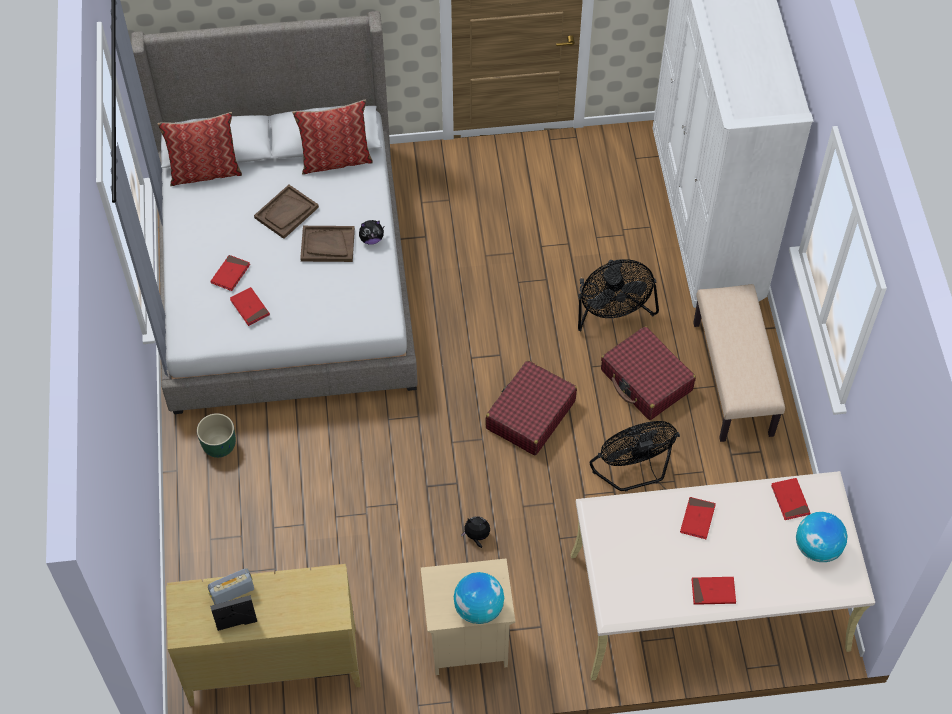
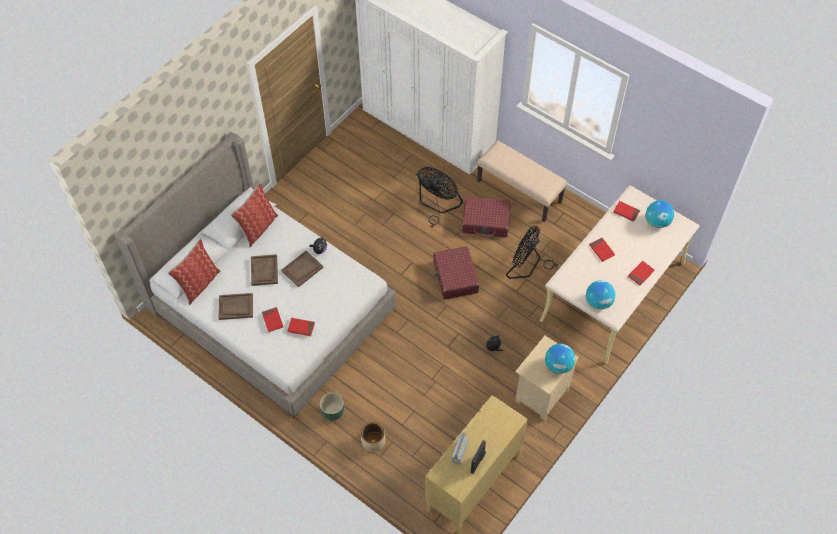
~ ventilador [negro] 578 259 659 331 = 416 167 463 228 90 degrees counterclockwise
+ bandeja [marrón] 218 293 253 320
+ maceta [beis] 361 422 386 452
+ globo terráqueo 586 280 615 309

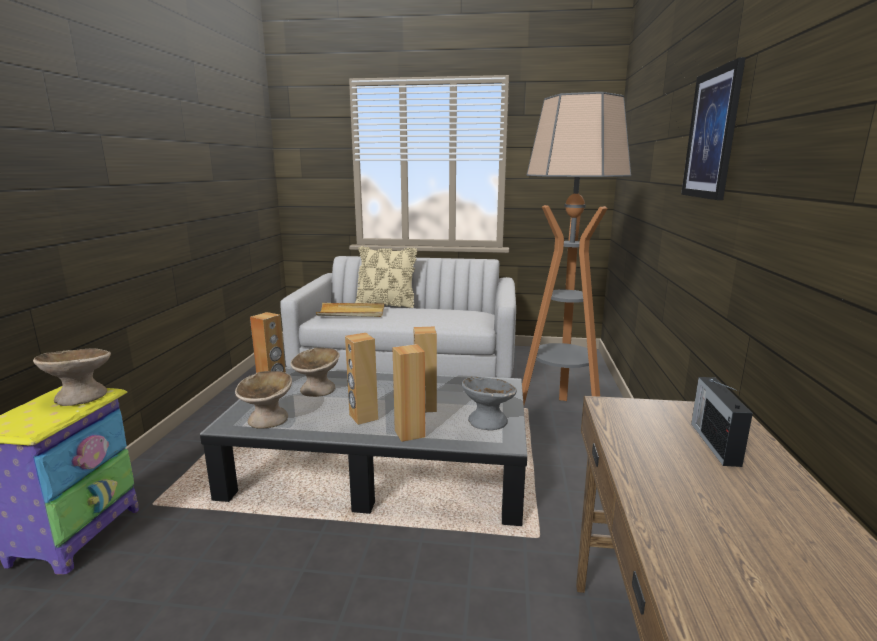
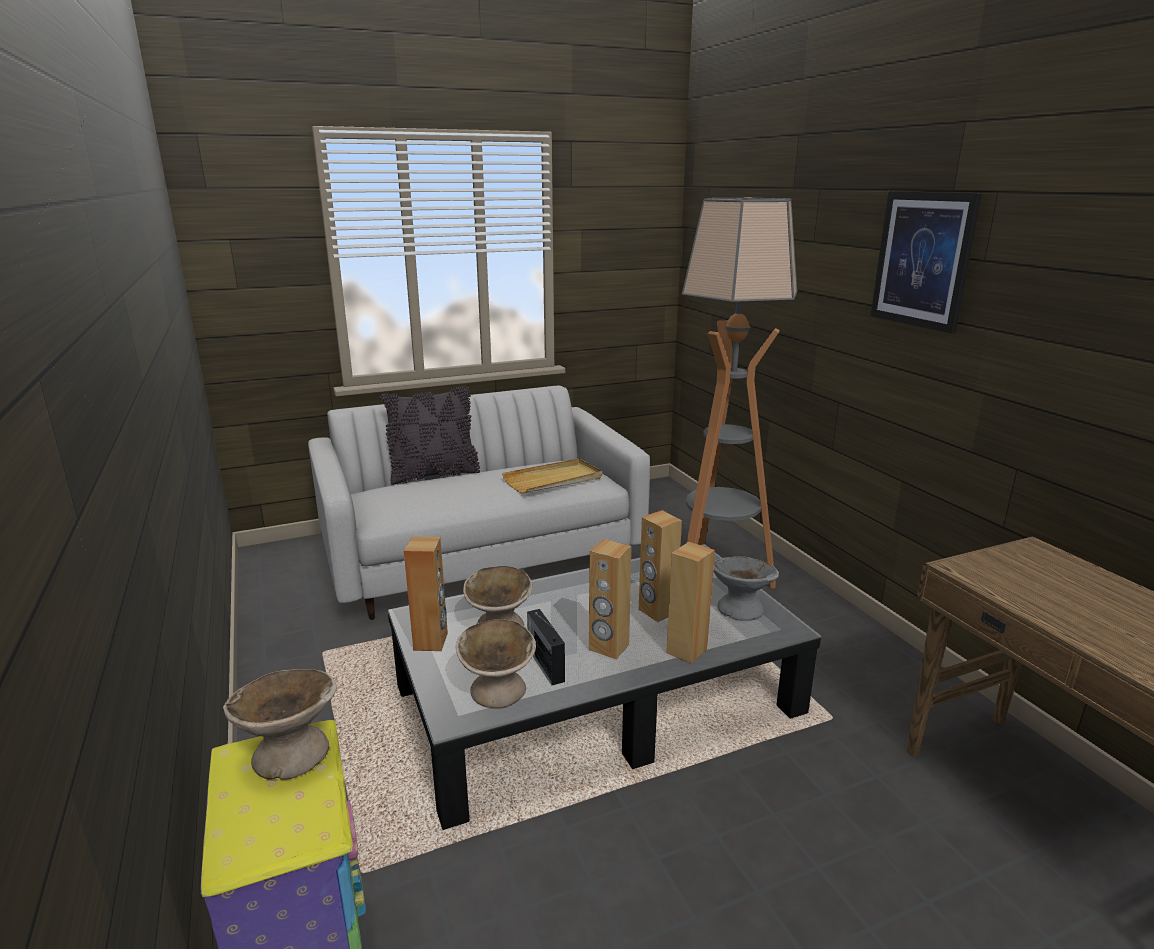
~ bandeja [beis] 316 303 384 317 to 502 459 602 494
~ cojín [beis] 355 246 417 308 to cojín [negro] 380 386 480 485
~ radio 691 377 753 467 to 527 609 565 685

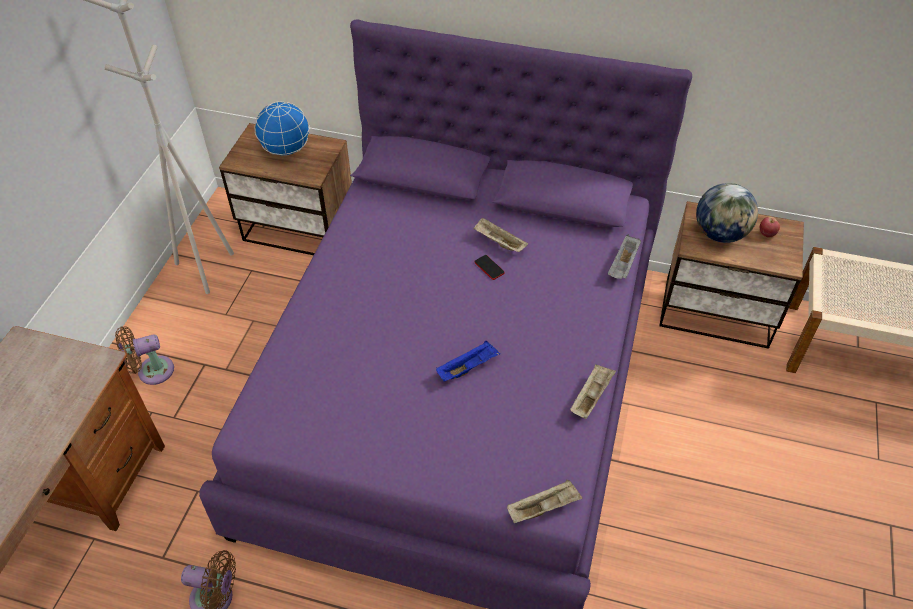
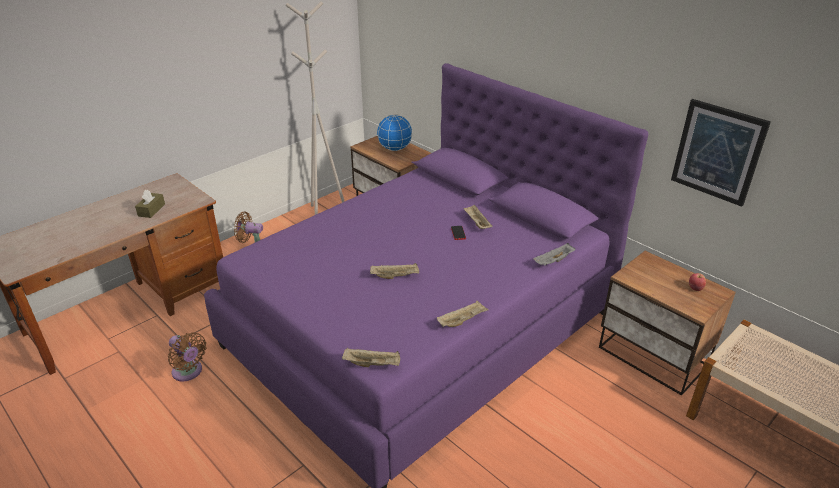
~ bandeja [azul] 436 341 500 382 to bandeja [beis] 370 263 419 279
- globo terráqueo 696 183 758 243
+ caja de pañuelos [marrón] 135 190 165 218
+ cuadro 671 99 771 207

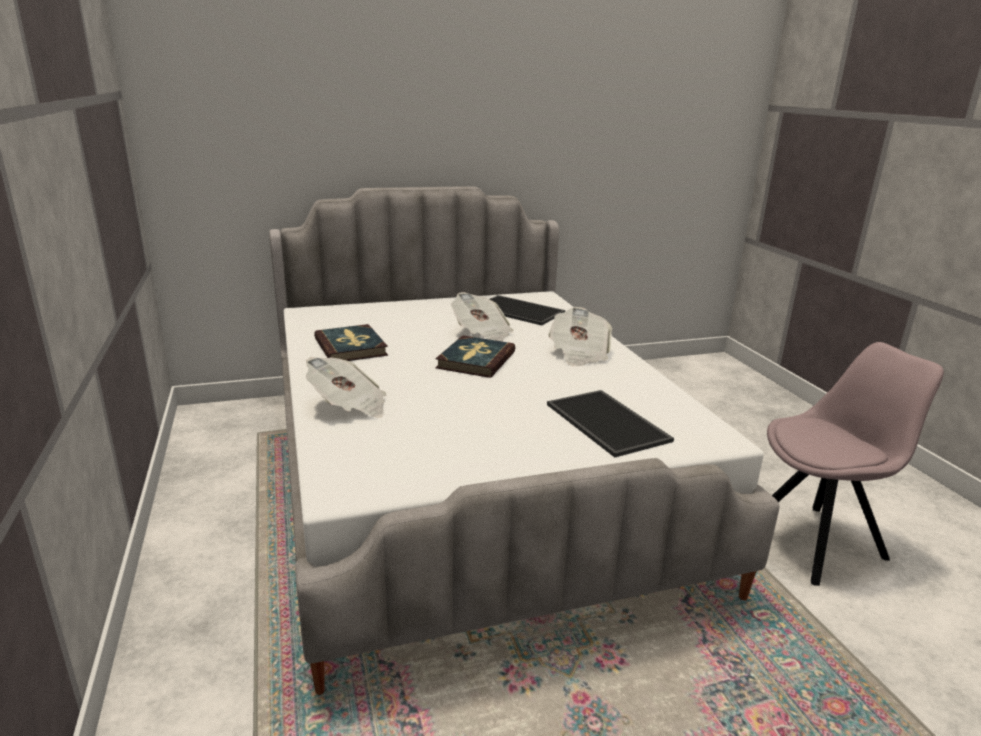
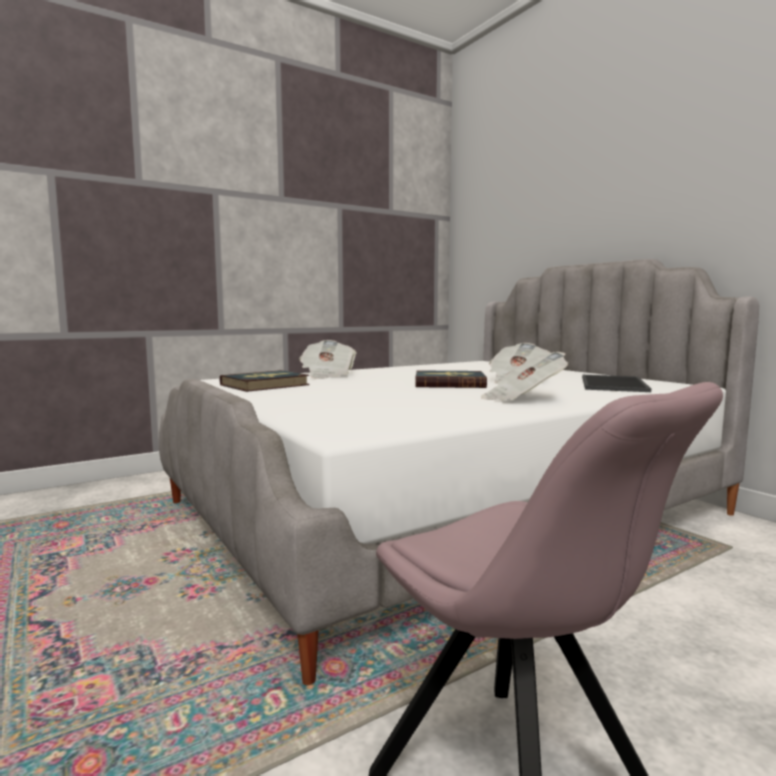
~ libro 314 324 388 361 to 220 370 309 392
- bandeja 547 390 674 457

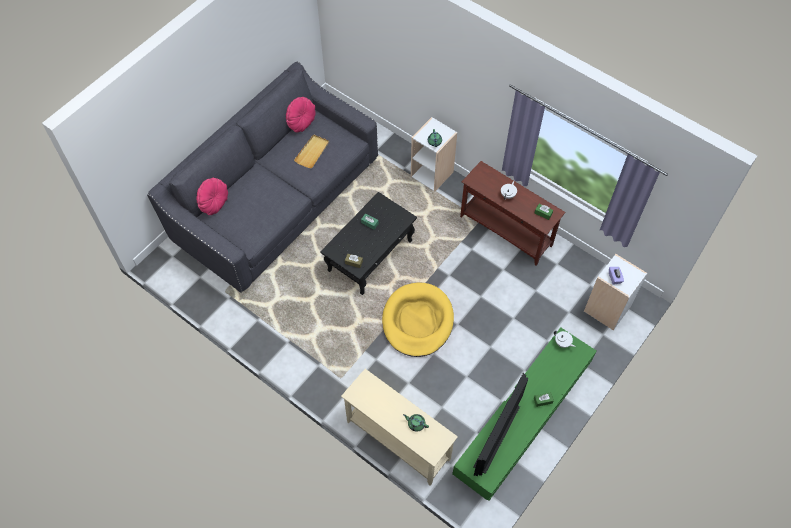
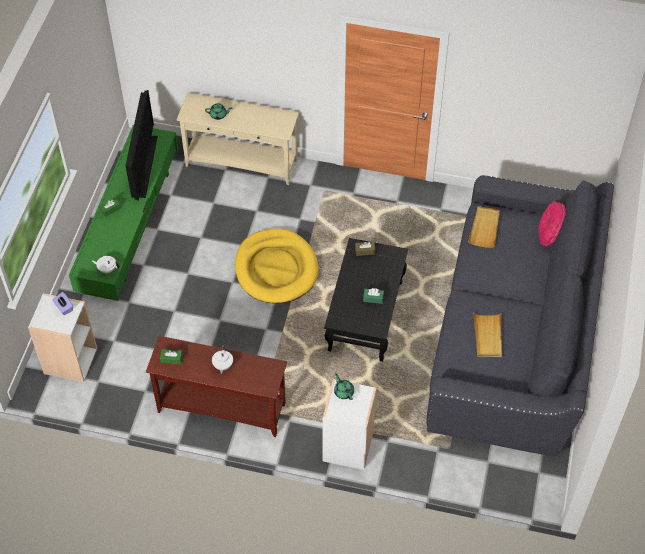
- cojín [rosa] 286 97 316 133
+ bandeja [beis] 468 206 500 248

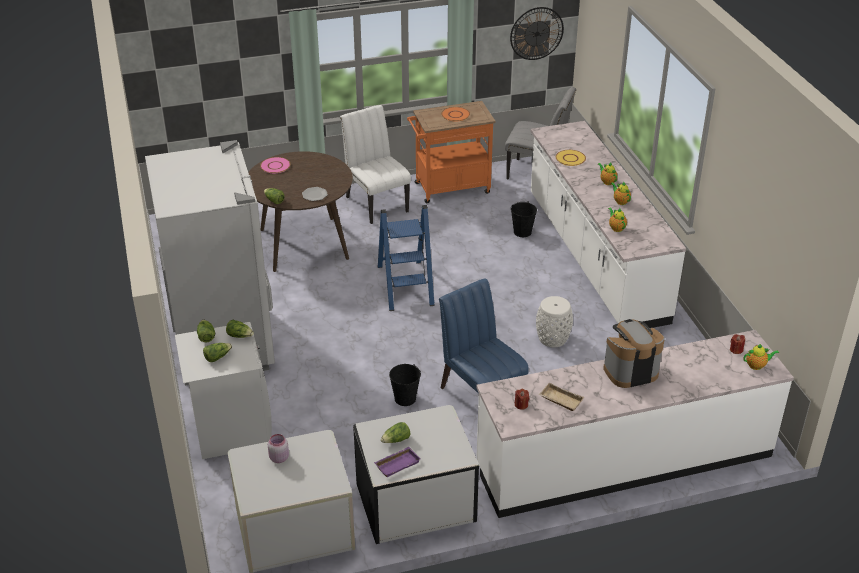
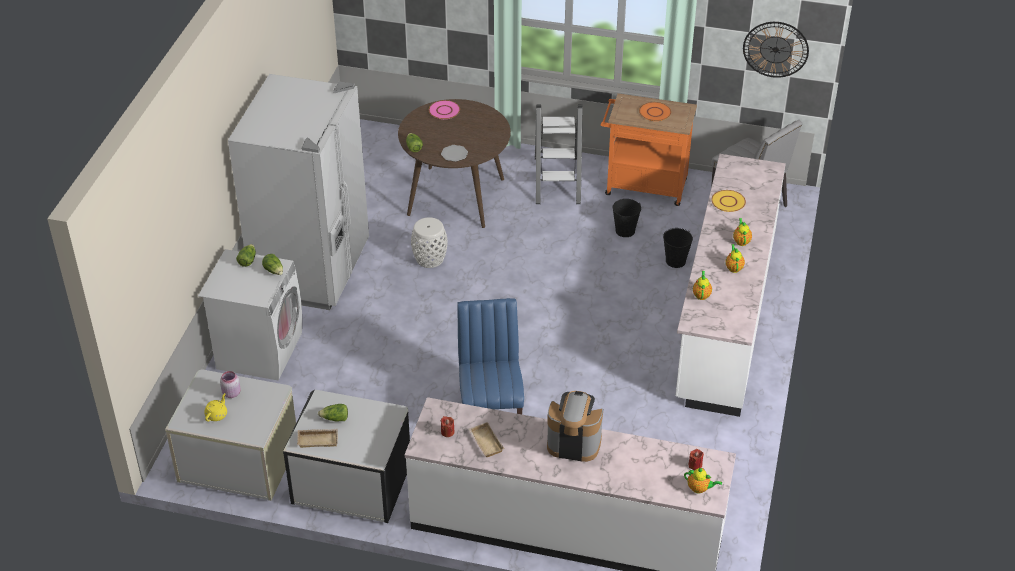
- lechuga 203 343 232 362
~ silla [blanco] 340 105 411 224 to escalera de tijera [gris] 535 104 583 204
~ bandeja [morado] 374 447 421 477 to bandeja [beis] 297 429 338 448
- escalera de tijera [azul] 378 205 435 311
~ cubo [negro] 389 364 421 406 to 613 199 641 237
~ taburete [blanco] 536 296 573 347 to 411 217 447 268
+ tetera [amarillo] 204 393 227 421

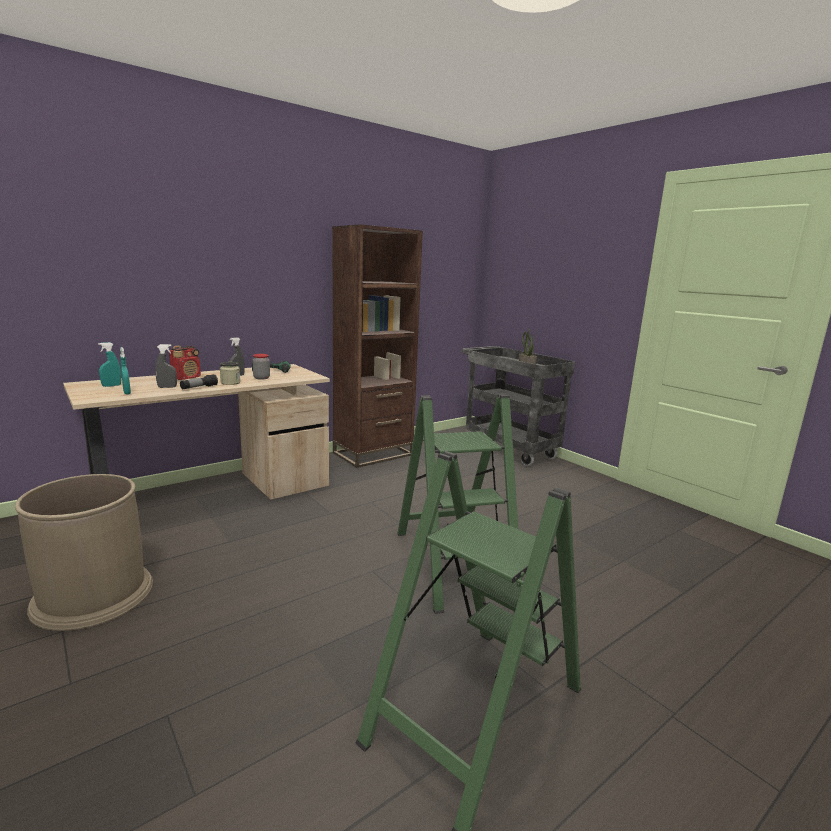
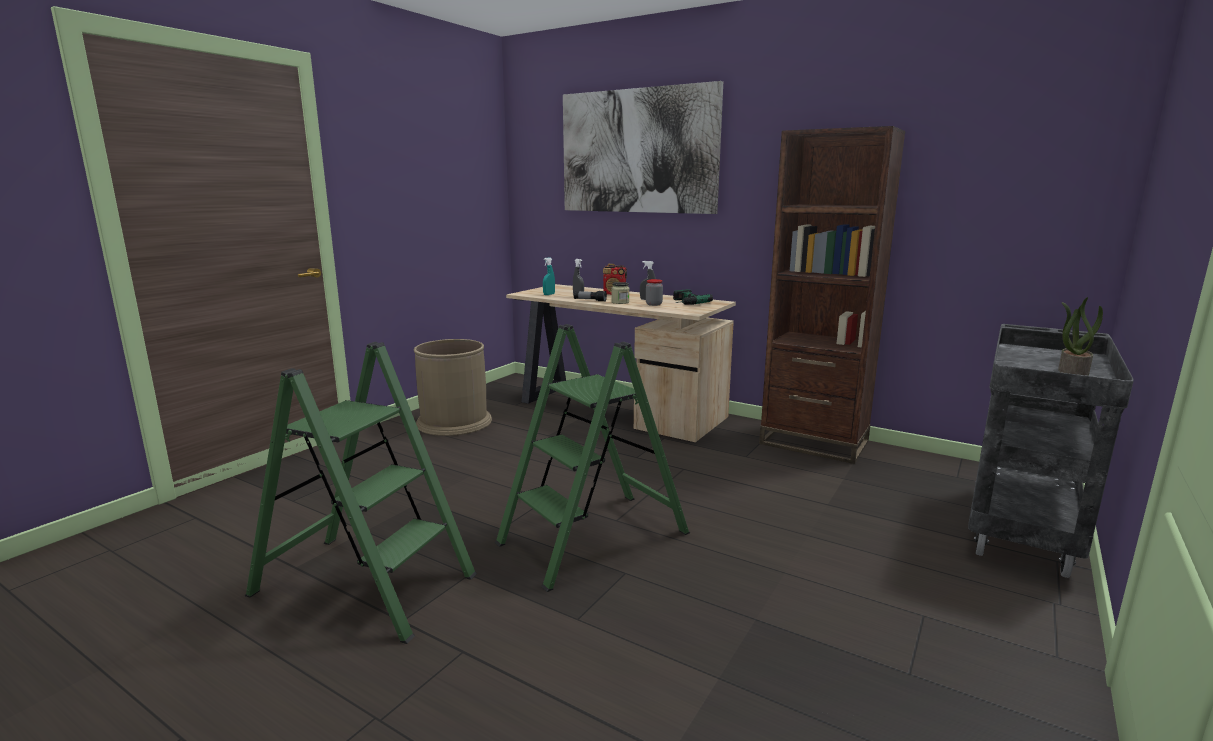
- pulverizador [turquesa] 98 342 121 387
+ cuadro 563 81 723 214

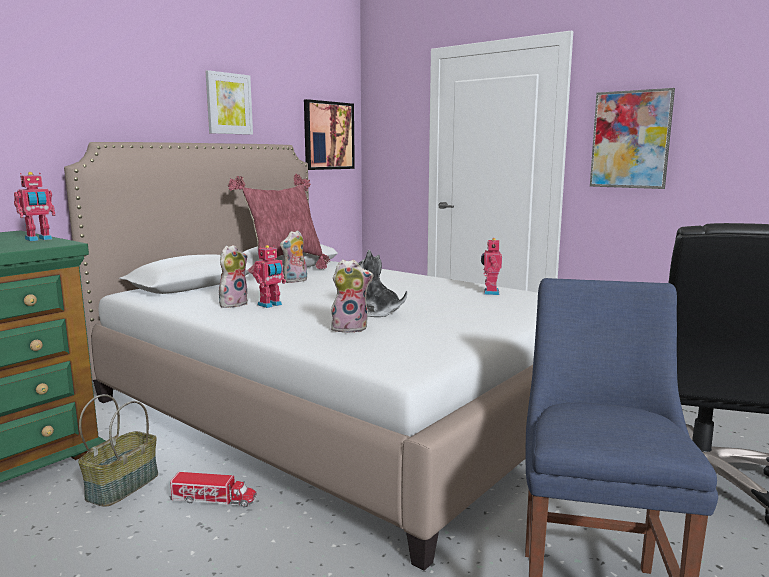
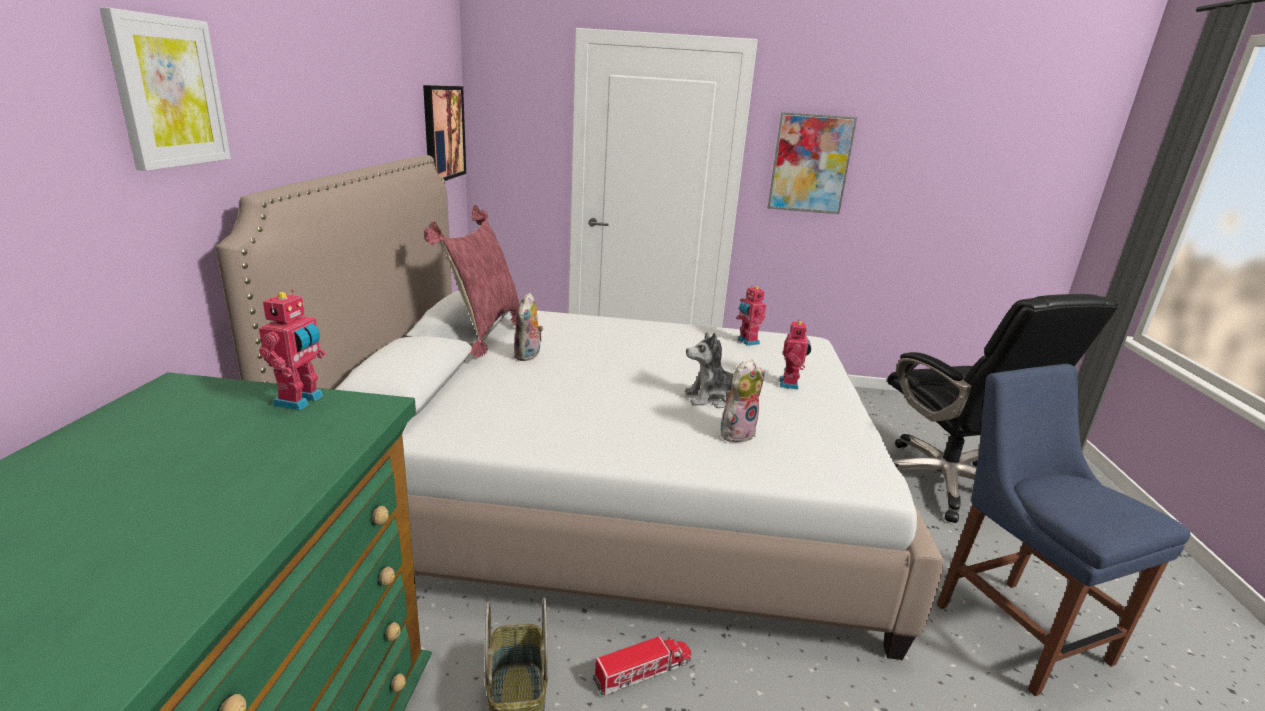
~ cuadro 205 70 253 135 to 100 7 231 171
- peluche 219 245 248 308
~ robot de juguete 253 245 286 308 to 780 319 811 390

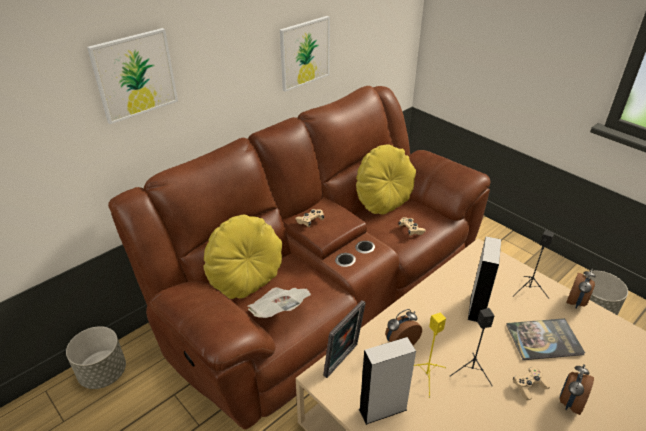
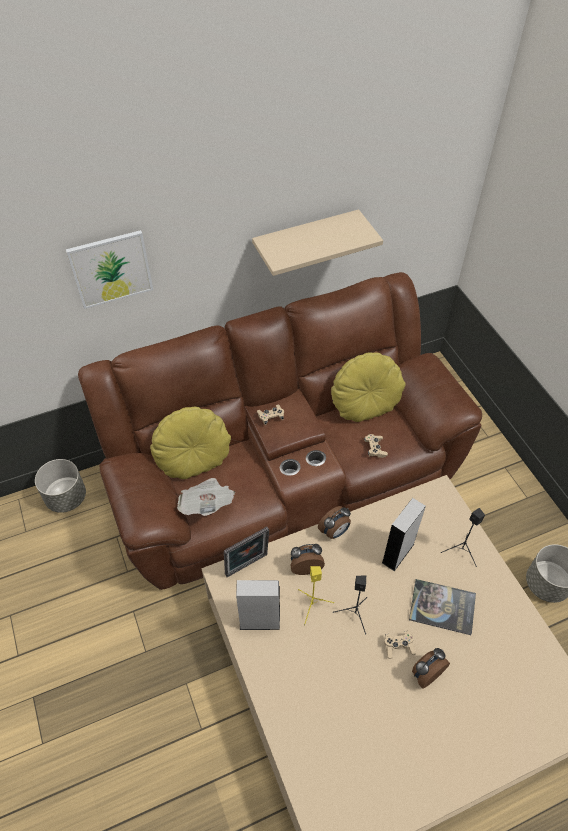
~ cuadro 280 16 330 92 to estante [beis] 252 209 383 276
~ despertador 566 269 596 309 to 318 506 351 539

